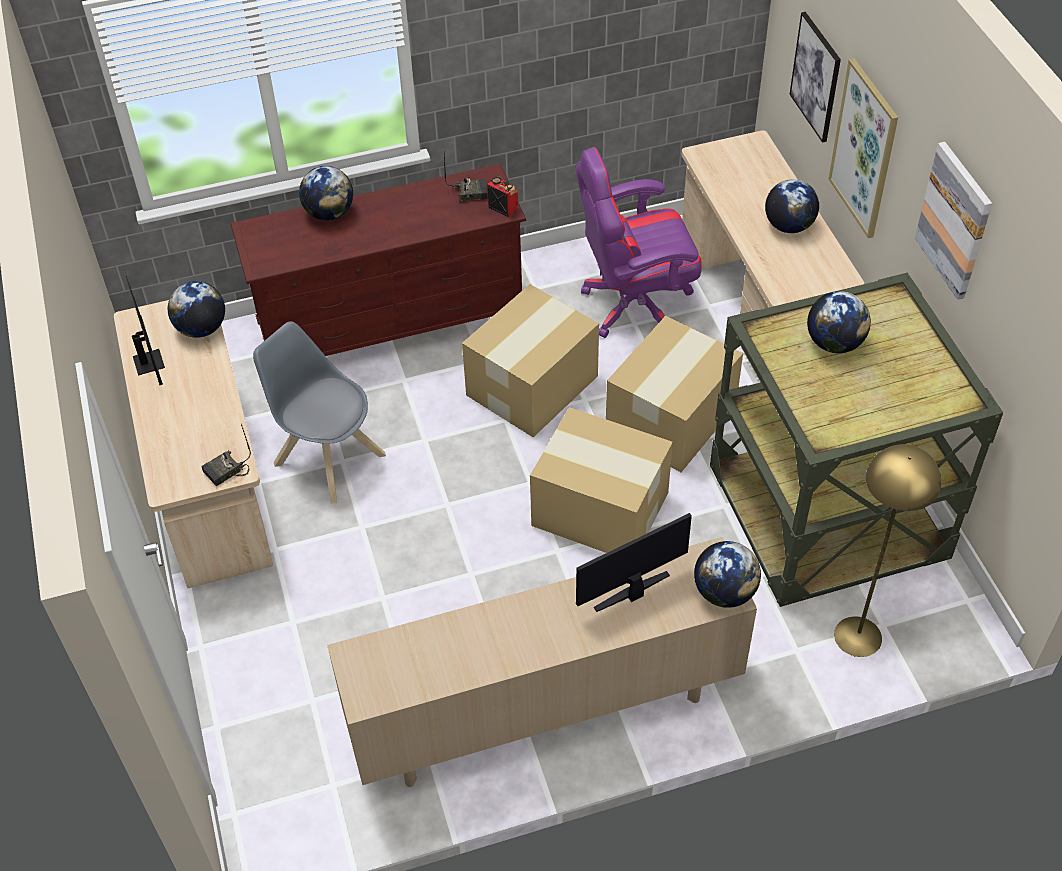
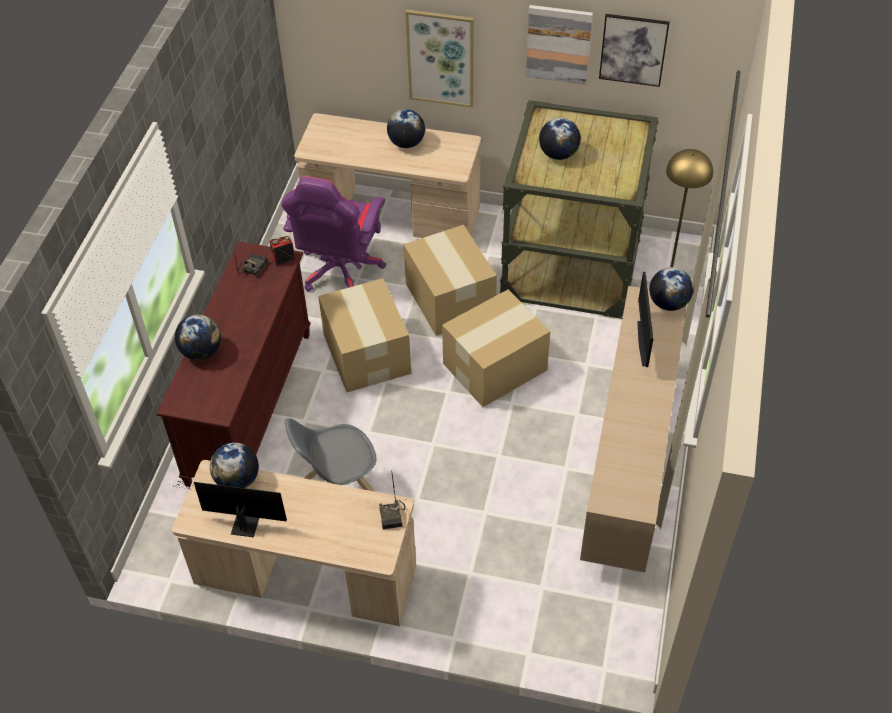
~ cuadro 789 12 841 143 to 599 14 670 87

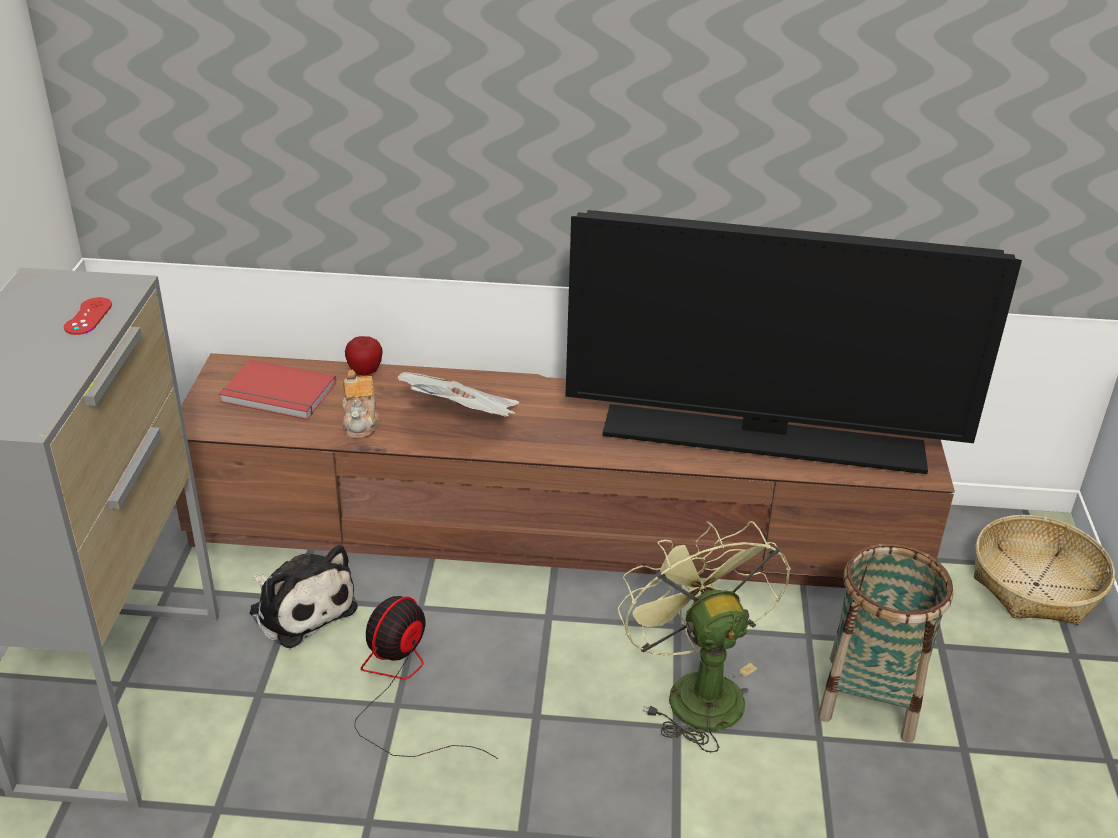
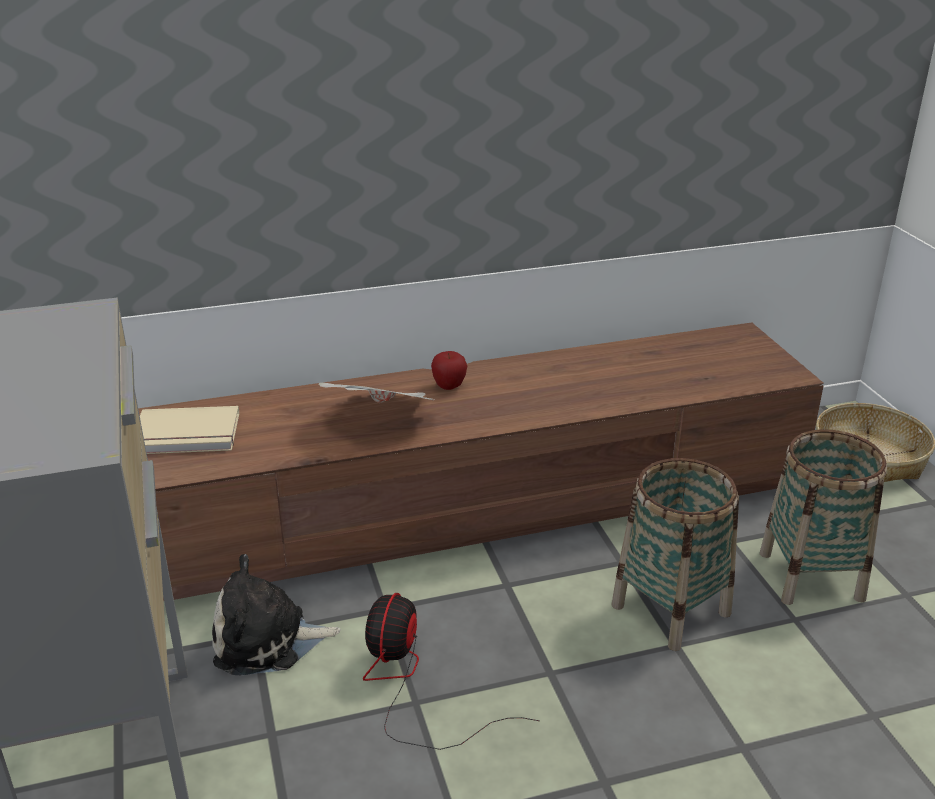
- mando de consola [rojo] 64 297 112 335
~ libro [rojo] 219 359 336 420 to libro [beis] 140 406 239 454
~ peluche 249 545 358 648 = 212 554 341 675 150 degrees clockwise
- tetera 342 370 380 439
~ manzana 345 336 383 376 to 431 351 467 390
- televisor 565 210 1022 474
~ ventilador [verde] 618 521 791 753 to cesta 612 458 739 651

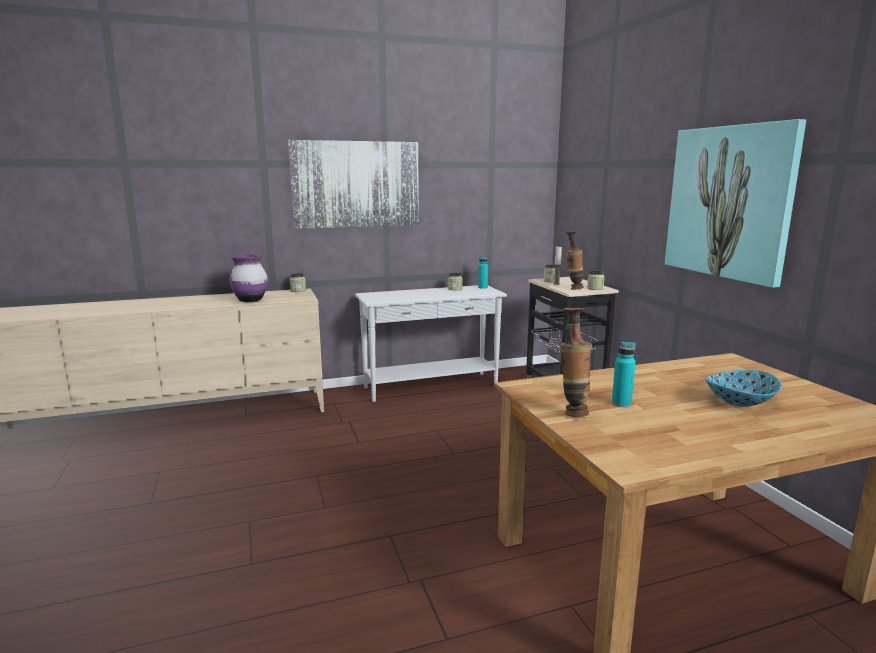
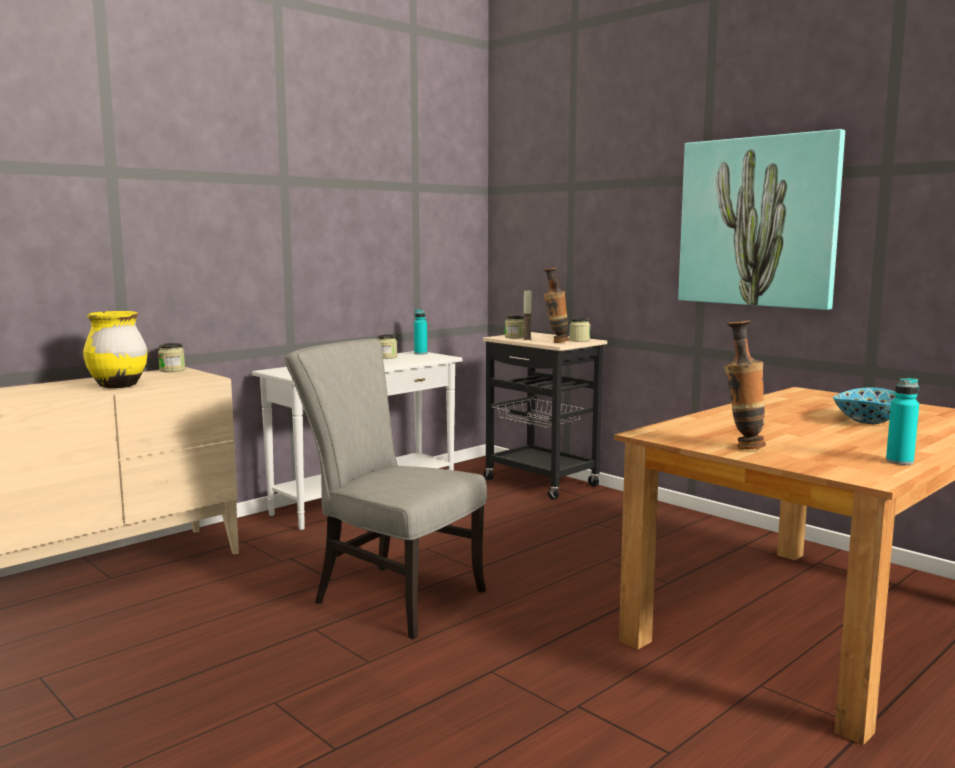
~ florero [morado] 229 254 268 302 to florero [amarillo] 83 311 147 388
- cuadro 288 140 419 229
~ botella [turquesa] 612 342 636 407 to 886 378 919 465
+ silla [gris] 284 339 487 639

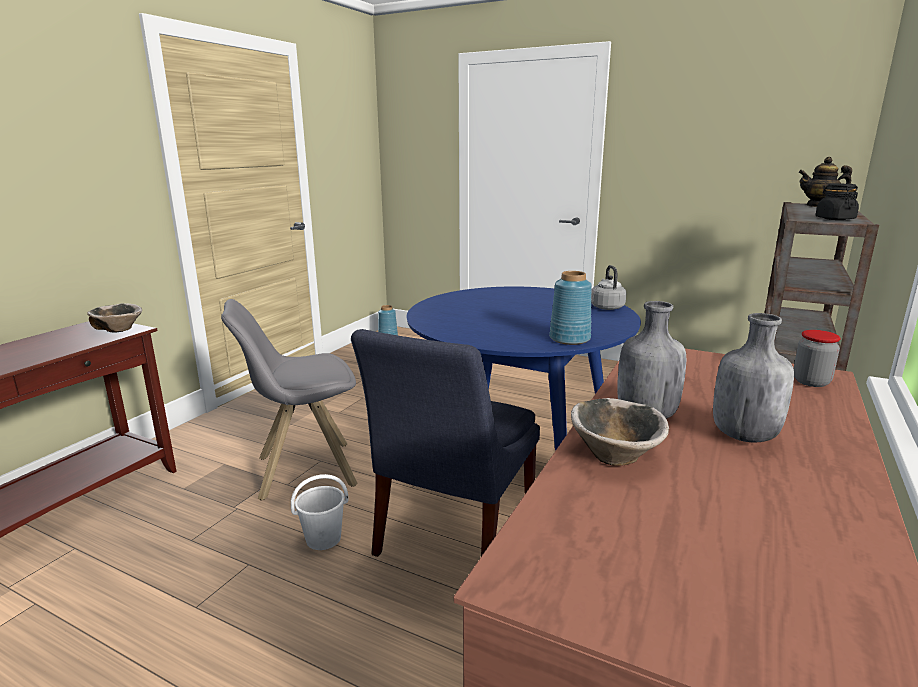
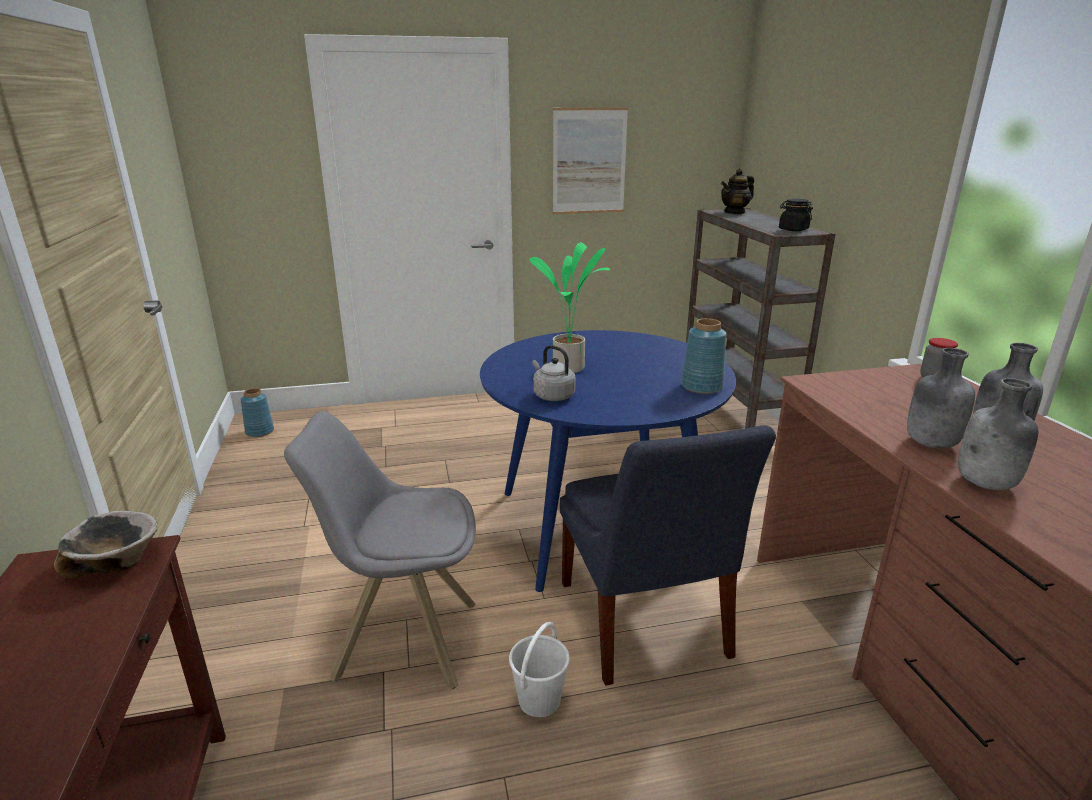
~ silla [gris] 221 299 358 500 = 284 411 476 690 60 degrees clockwise
~ cuenco 571 398 669 466 to botella [gris] 958 378 1039 490
~ hervidor [gris] 591 265 626 310 to 532 345 576 401
+ planta en maceta 529 242 610 373
+ cuadro 553 108 628 214

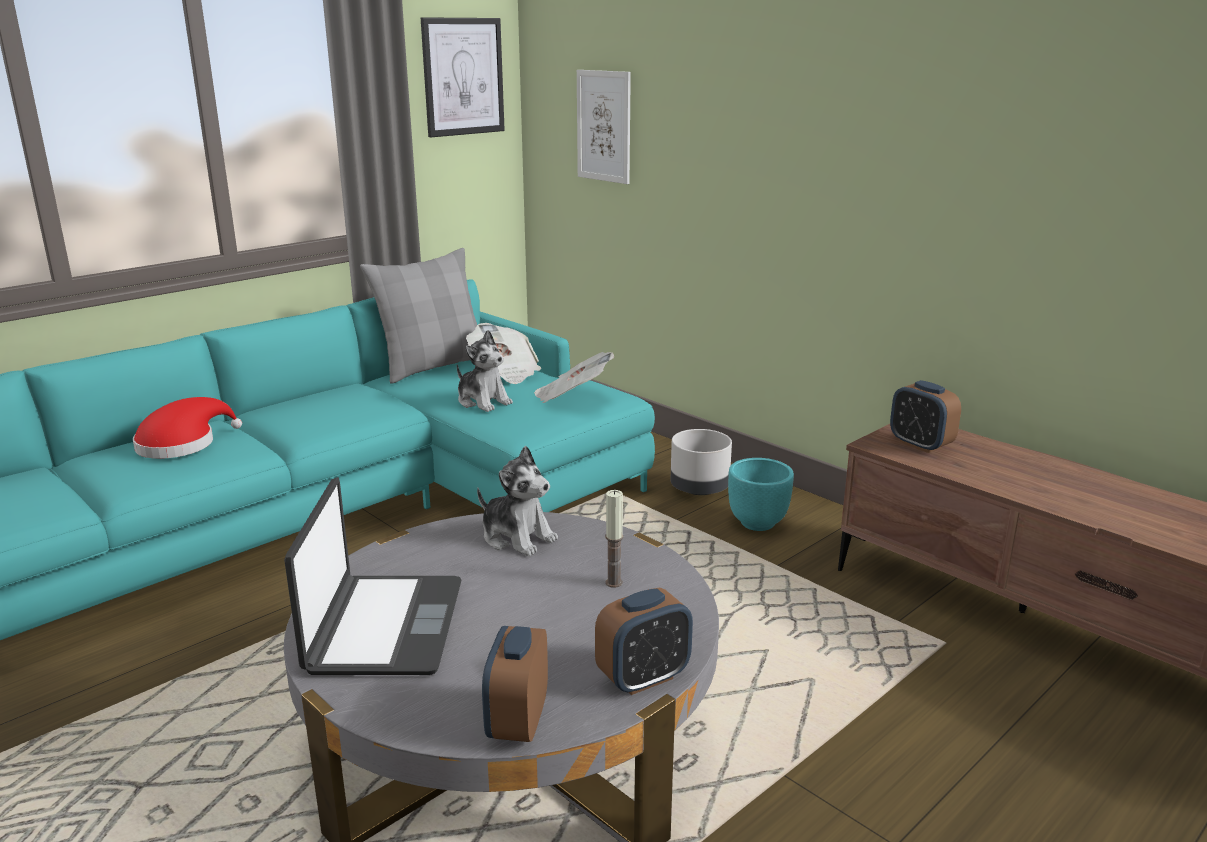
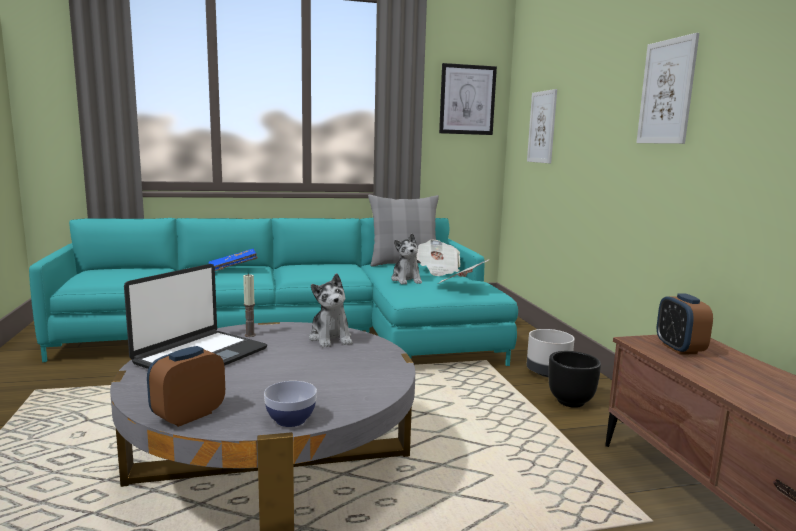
~ sombrero [rojo] 133 397 242 459 to libro [azul] 209 249 258 271
~ despertador 595 588 693 695 to cuenco 264 381 317 427
~ vela 605 490 624 588 to 243 274 256 337
~ maceta [turquesa] 728 458 794 531 to maceta [negro] 548 351 601 408
+ cuadro 636 33 699 144

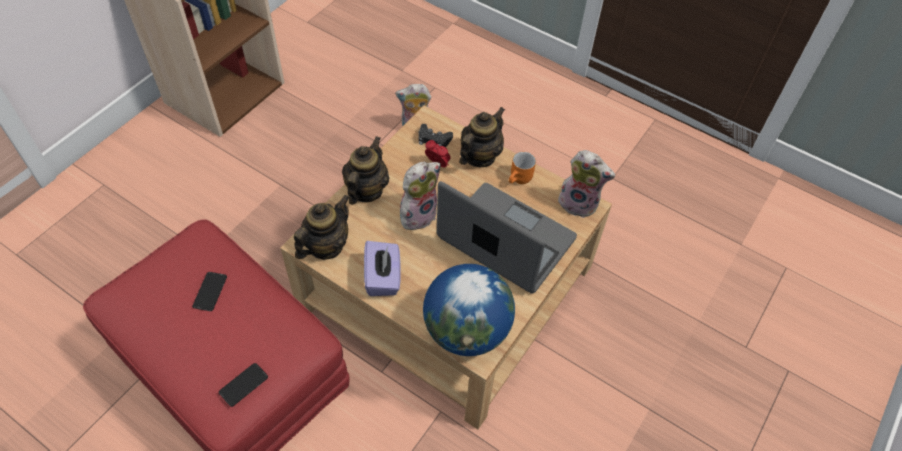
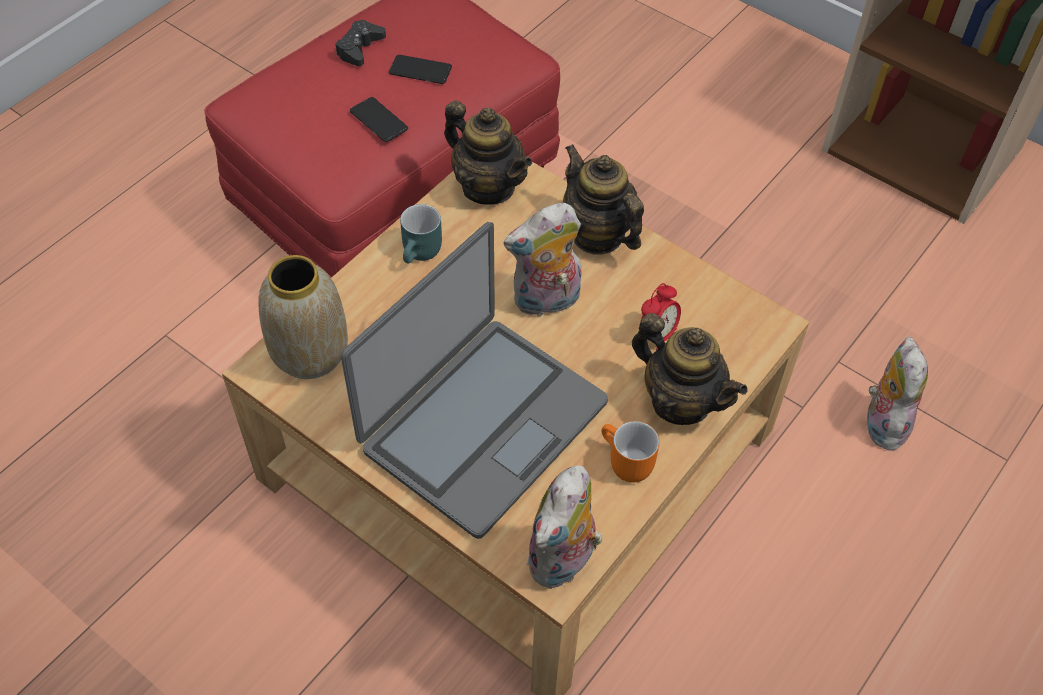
~ móvil 219 363 268 407 to 350 97 408 142
~ tetera 342 136 390 205 = 563 144 644 255 150 degrees counterclockwise
~ caja de pañuelos [morado] 364 241 401 296 to taza grande [turquesa] 400 204 442 263
~ peluche 400 162 441 230 = 504 203 581 316 105 degrees clockwise
~ mando de consola [negro] 419 124 453 147 to 335 20 386 66
~ globo terráqueo 423 264 515 356 to florero 259 255 348 379

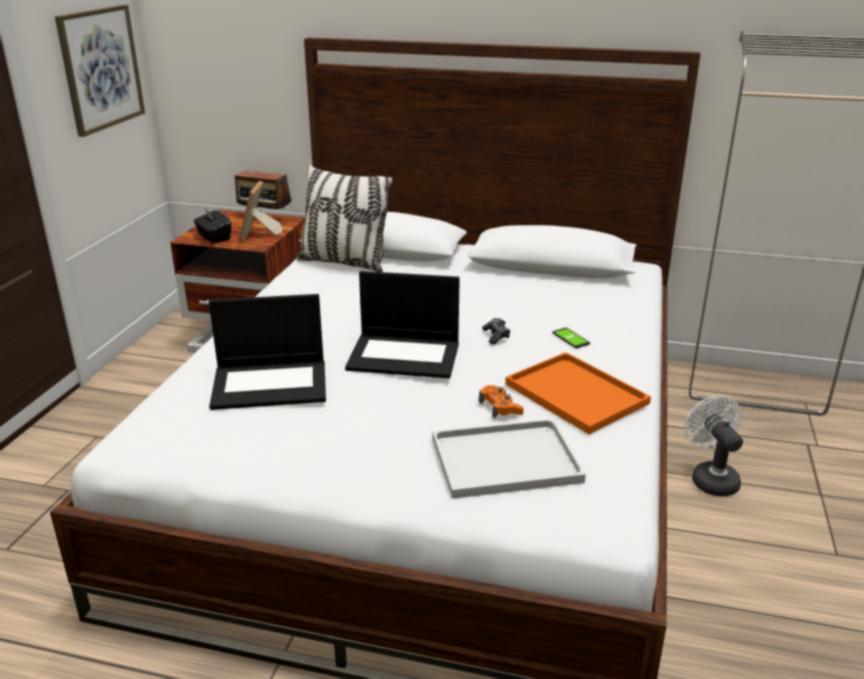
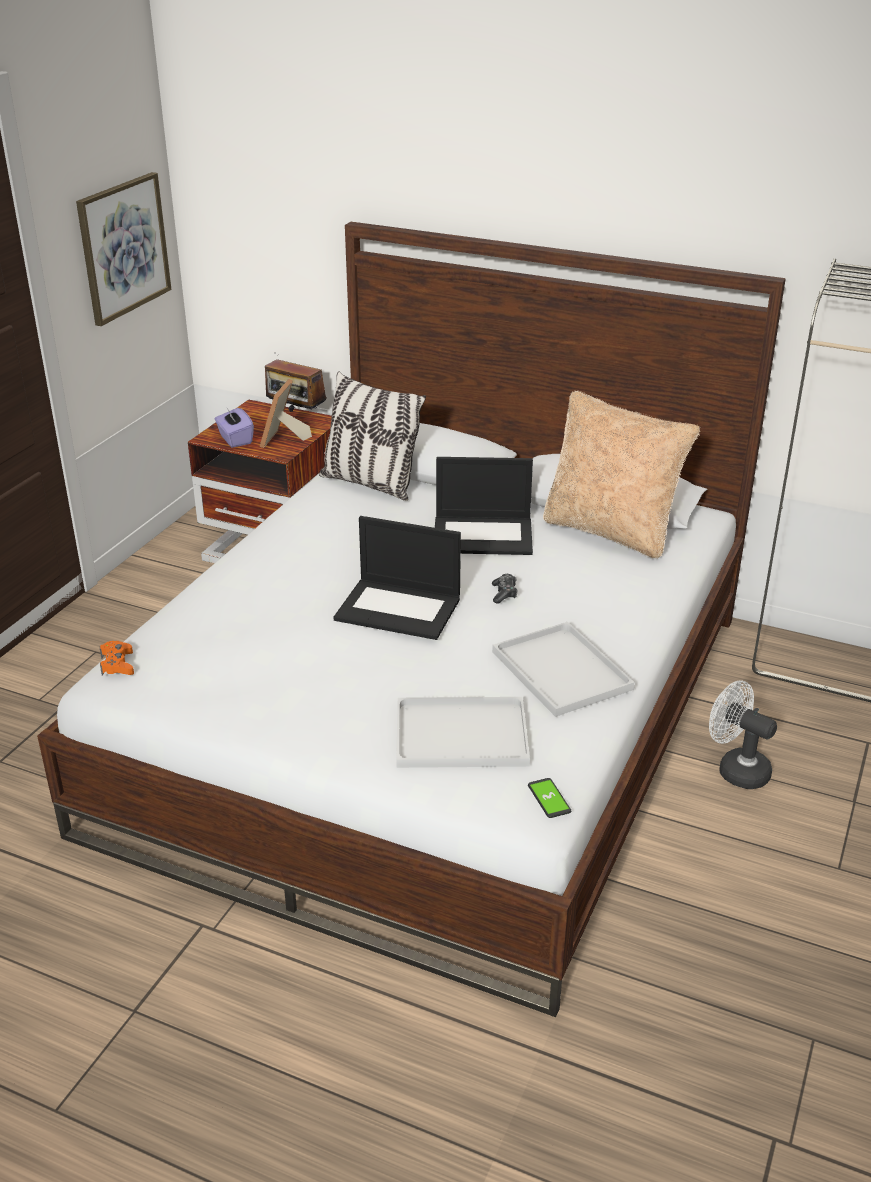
~ caja de pañuelos [negro] 194 208 231 243 to caja de pañuelos [morado] 215 408 254 448
~ portátil 209 294 326 410 to 435 457 533 555
~ mando de consola [naranja] 479 385 524 419 to 100 641 134 675
~ bandeja [naranja] 505 352 651 434 to bandeja [blanco] 492 622 635 717
~ móvil 552 328 590 348 to 528 778 571 818
~ ventilador [blanco] 684 396 743 497 = 709 680 777 789 45 degrees counterclockwise
+ cojín [beis] 543 390 700 559

